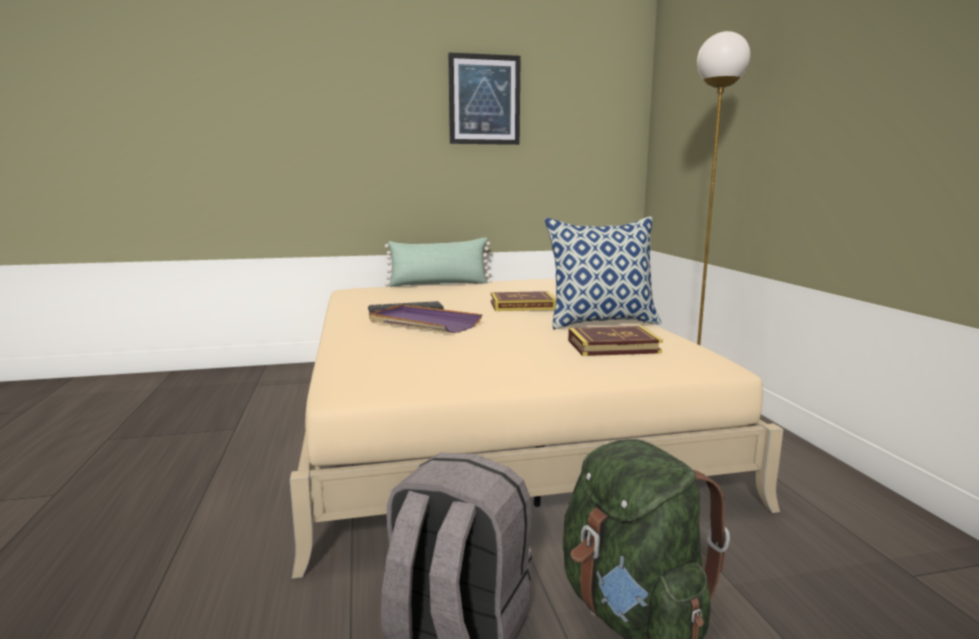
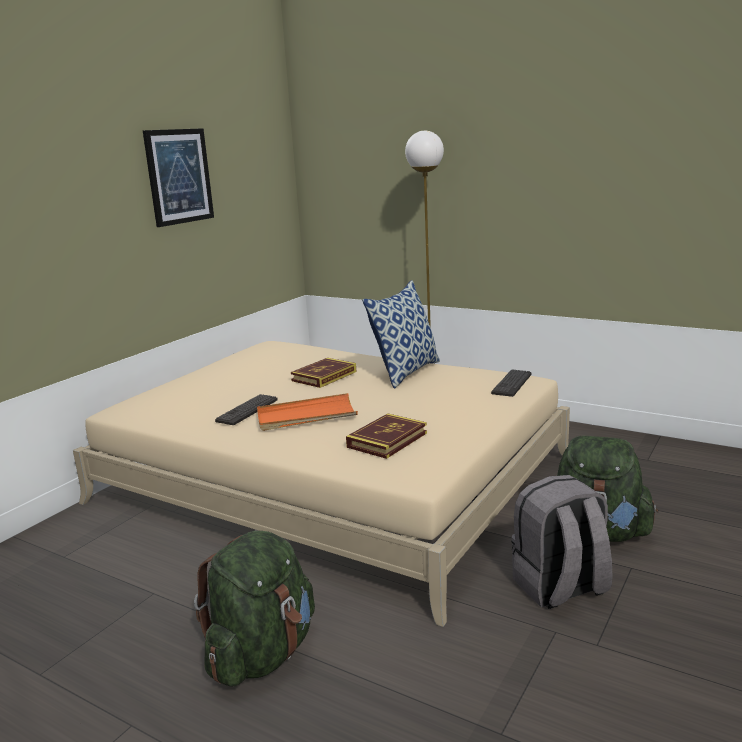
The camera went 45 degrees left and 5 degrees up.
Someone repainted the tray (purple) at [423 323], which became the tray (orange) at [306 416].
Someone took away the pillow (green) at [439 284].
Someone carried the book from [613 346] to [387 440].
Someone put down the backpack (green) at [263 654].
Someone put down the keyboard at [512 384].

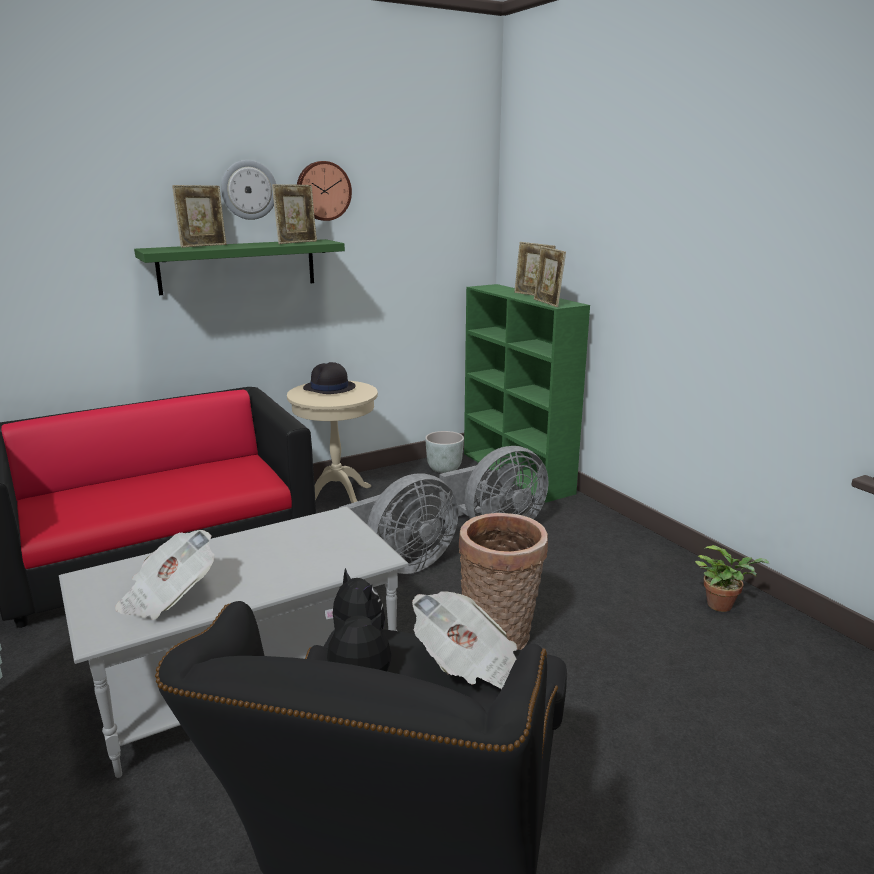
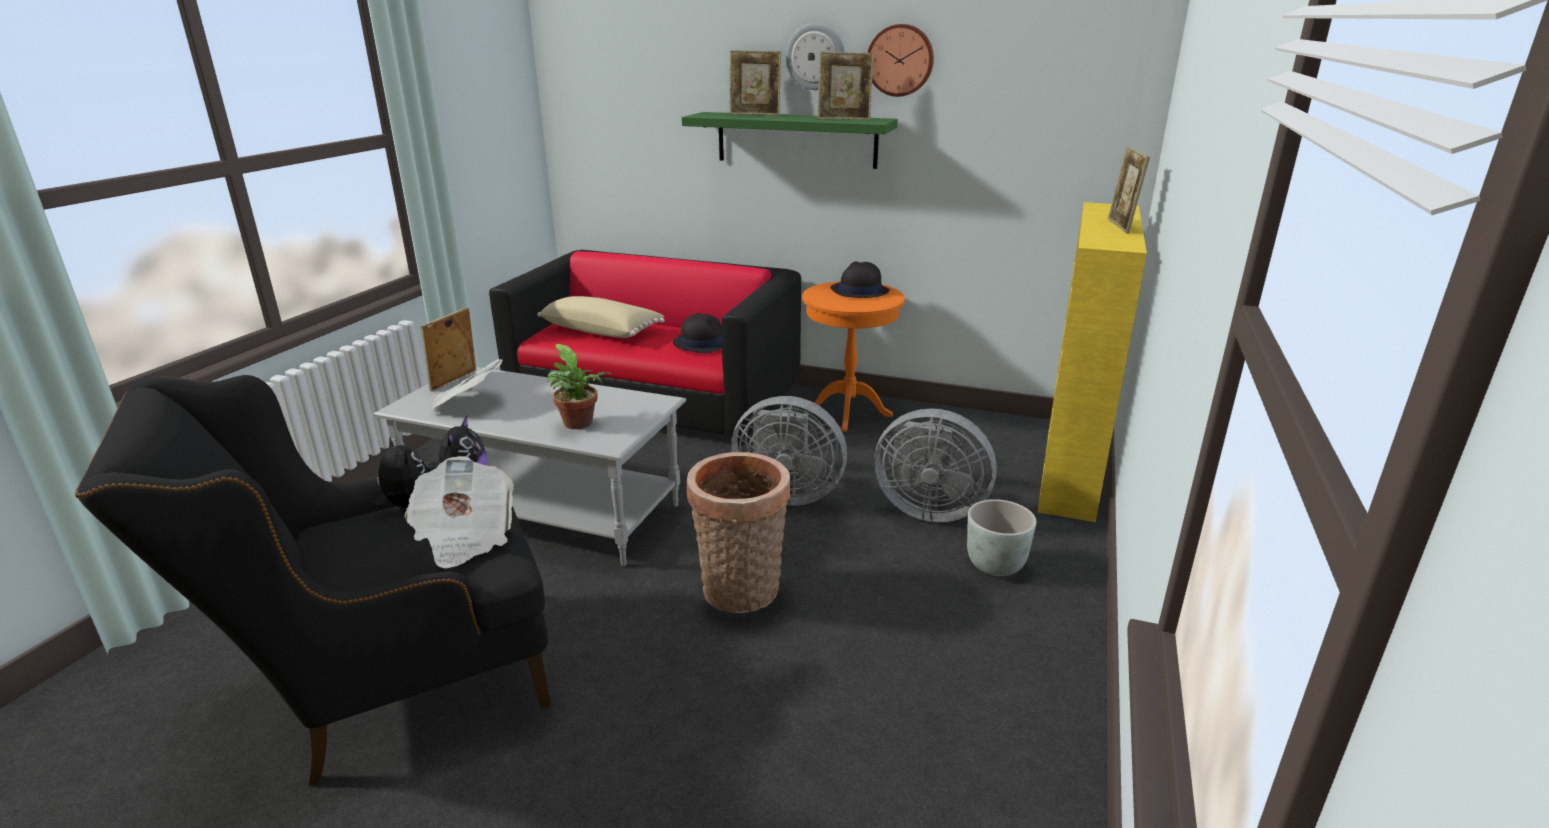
The camera went 50 degrees right and 5 degrees up.
Someone repainted the side table (beige) at [338 496], which became the side table (orange) at [848 412].
Someone carried the planter (grey) from [445 469] to [996 566].
Someone repainted the bookcase (green) at [517 473], which became the bookcase (yellow) at [1070 469].
Someone carried the picture frame from [547 303] to [455 381].
Someone carried the potted plant from [723 605] to [580 425].
Someone put down the pillow (beige) at [602 331].
Someone put down the hat (black) at [702 342].

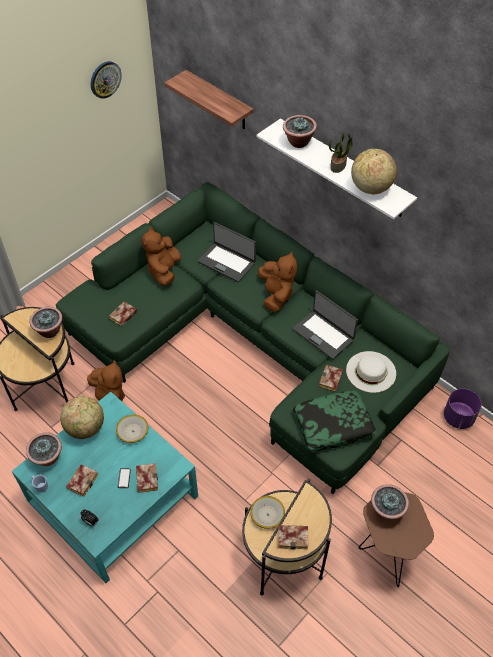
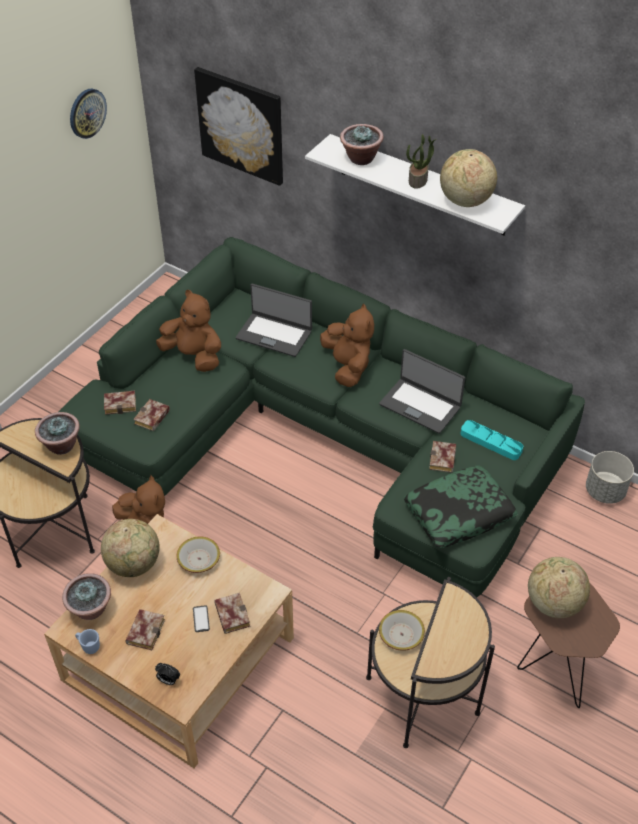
The camera went 10 degrees left and 5 degrees down.
Someone repainted the coffee table (turquoise) at [113 498], which became the coffee table (beige) at [179 658].
Someone rotated the plush toy (brown) at [164 271] by 120 degrees clockwise.
Someone swapped the shelf at [219 101] for the picture at [241 125].
Someone carried the book from [294 537] to [121 404].
Someone swapped the hat (white) at [371 371] for the tray (turquoise) at [491 442].
Someone swapped the potted plant at [386 510] for the globe at [553 603].
Someone repainted the planter (purple) at [458 417], which became the planter (grey) at [605 491].

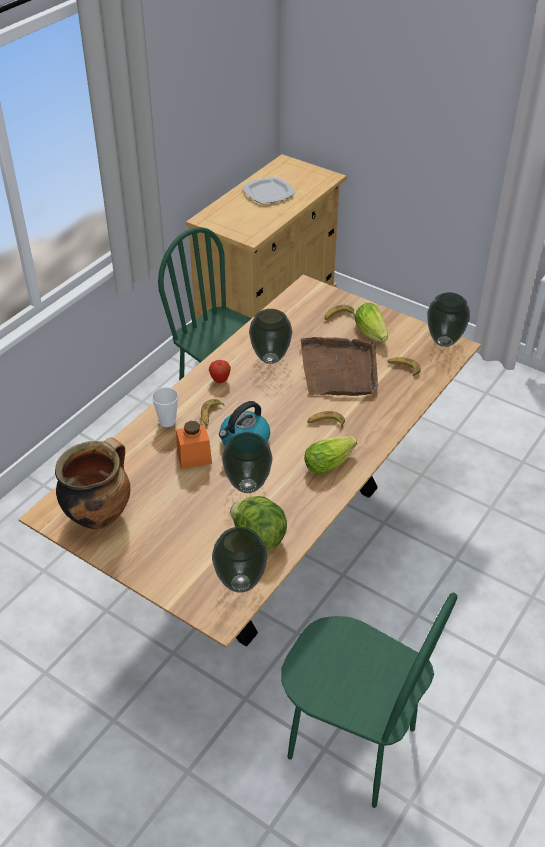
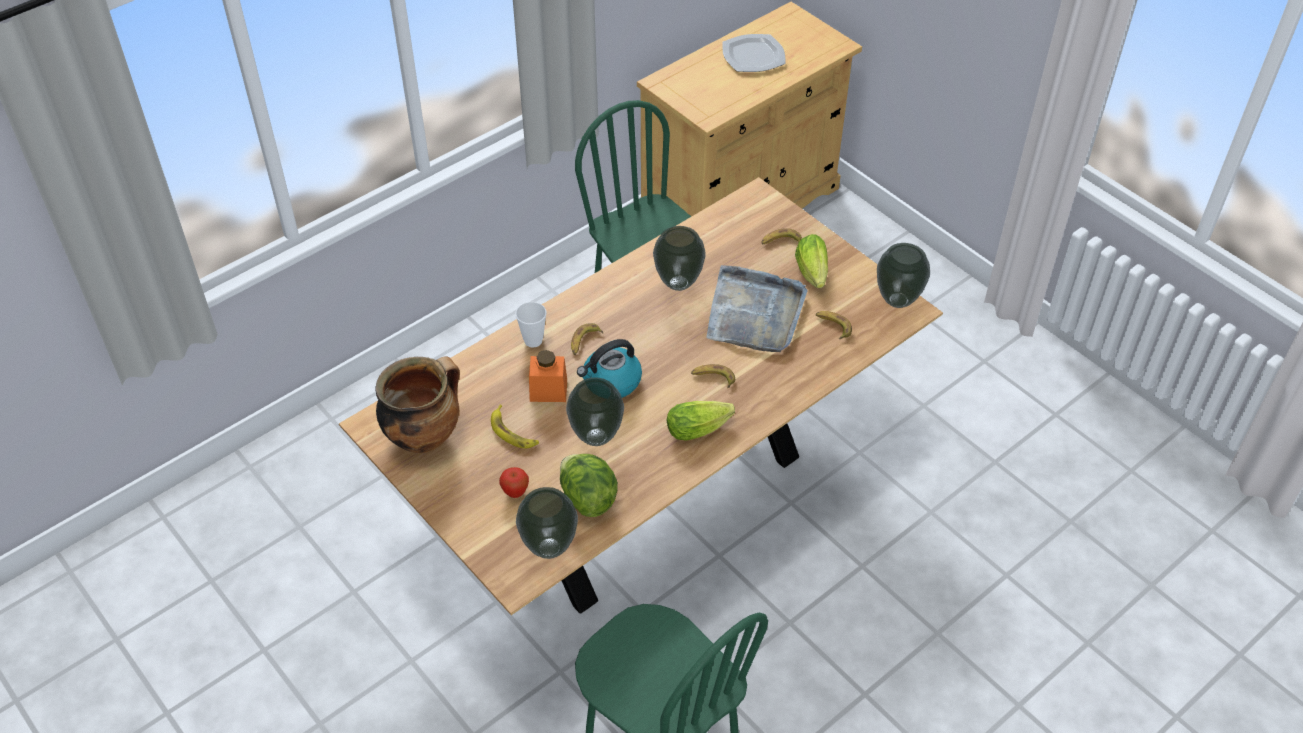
The camera went 15 degrees right and 5 degrees up.
Someone carried the apple from [220 380] to [515 492].
Someone repainted the tray (brown) at [339 369], which became the tray (grey) at [755 313].
Someone put down the banana at [513 432].

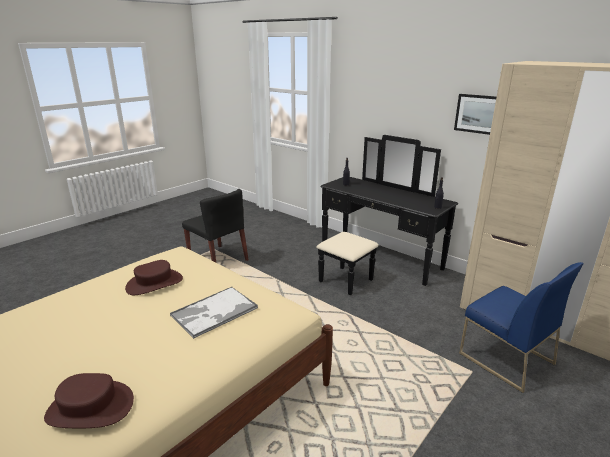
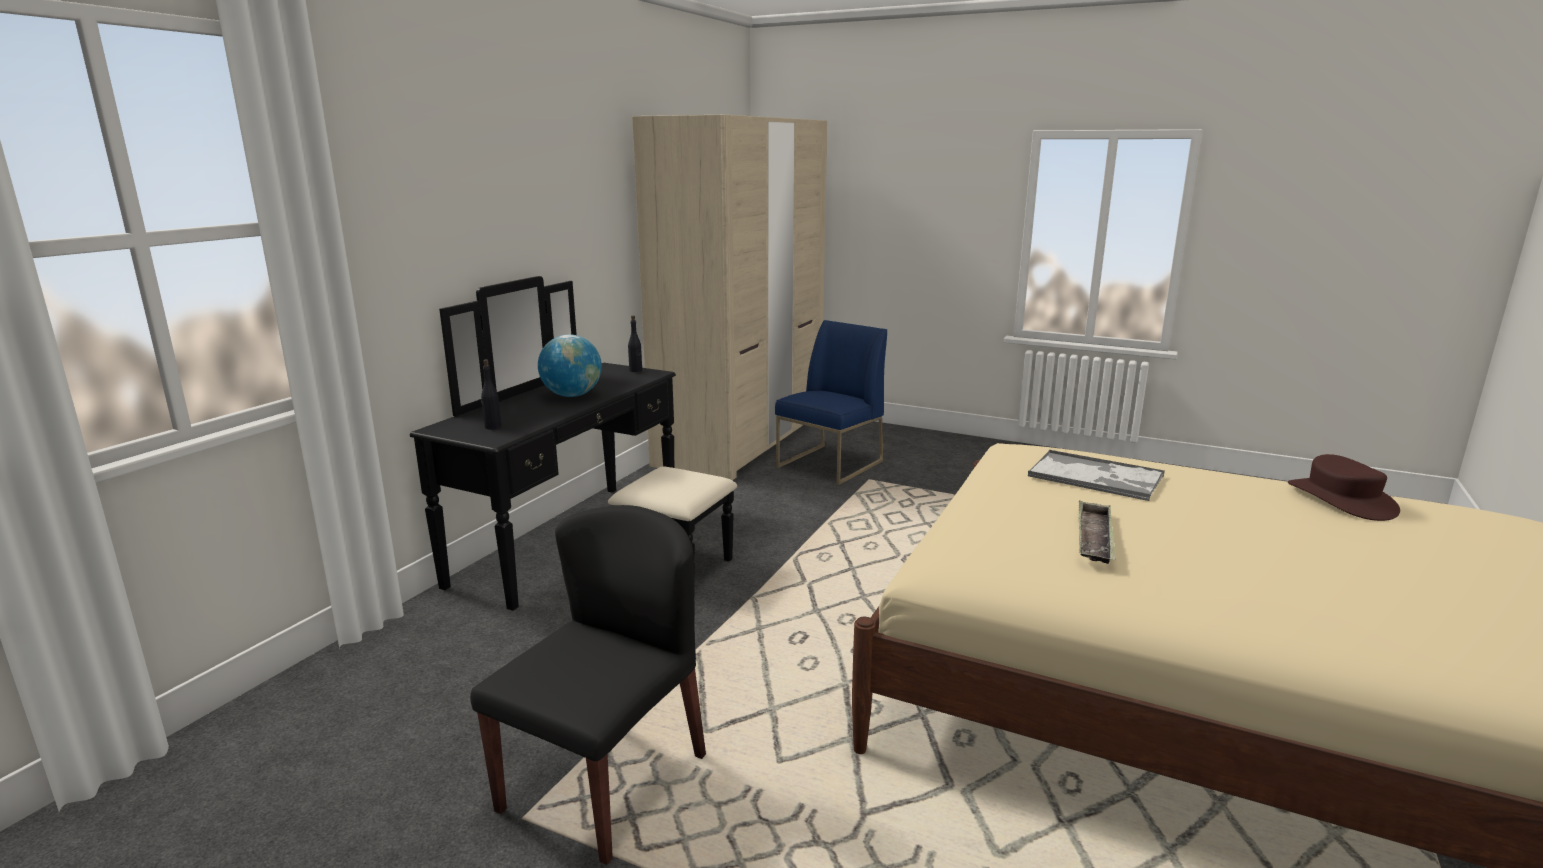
The camera went 105 degrees left and 5 degrees down.
Someone swapped the hat (brown) at [154 283] for the tray at [1094 538].
Someone took away the picture at [478 114].
Someone put down the globe at [572 395].

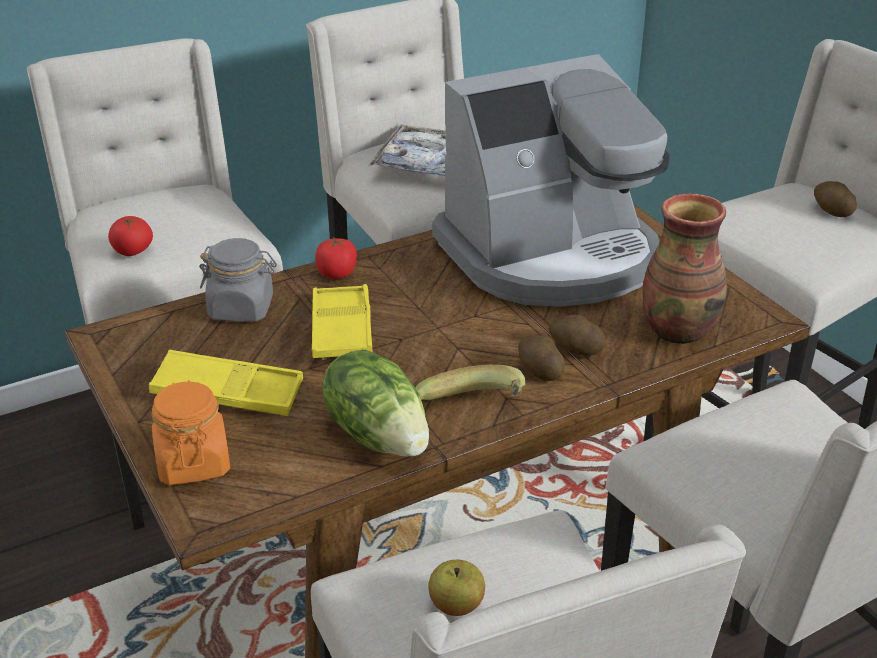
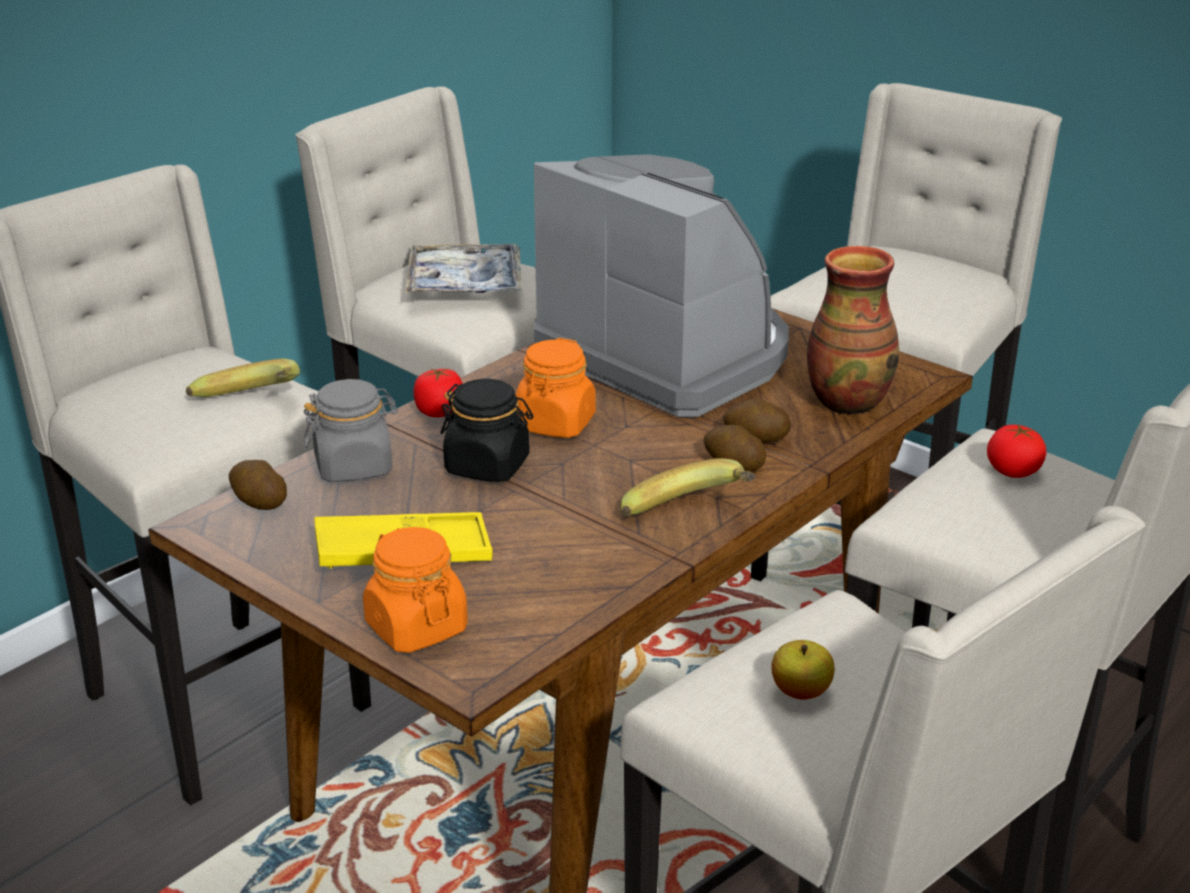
The camera went 20 degrees left and 5 degrees down.
Someone carried the tomato from [132 251] to [1013 471].
Someone swapped the tray (yellow) at [341 329] for the jar (black) at [488 466].
Someone took away the lettuce at [379 434].
Someone rotated the coffee machine at [552 256] by 90 degrees counterclockwise.
Someone carried the potato from [831 211] to [258 502].
Someone put down the banana at [249 406].
Someone put down the jar (orange) at [555 424].

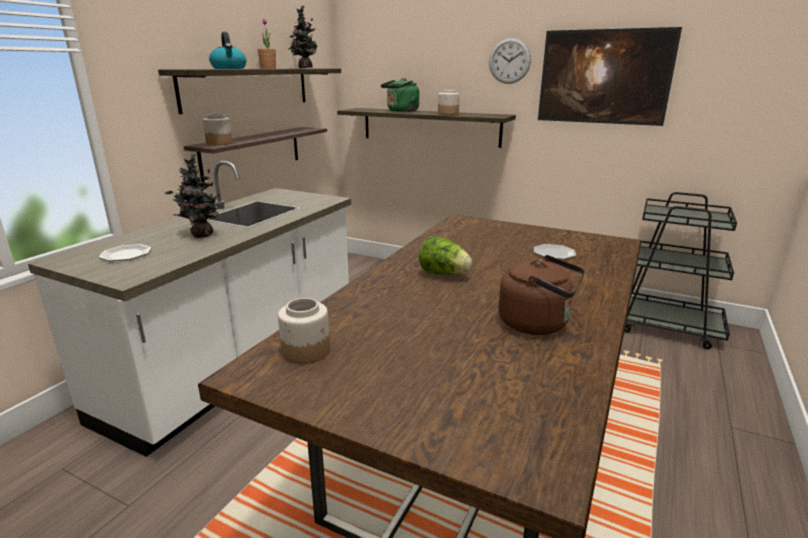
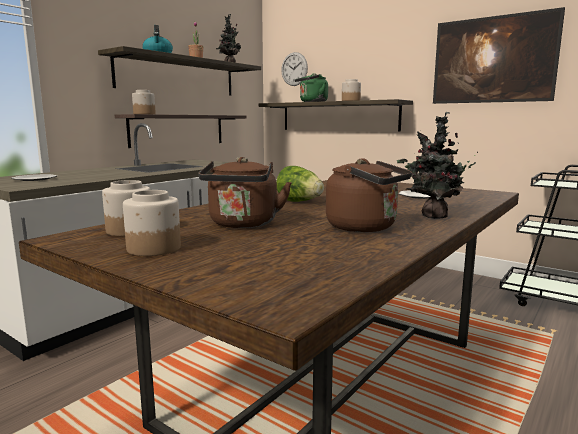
The camera went 10 degrees right and 10 degrees down.
Someone carried the potted plant from [200 235] to [432 216].
Someone carried the wall clock from [509 61] to [294 69].
Someone put down the jar at [153 249].
Someone put down the kettle (brown) at [243 224].

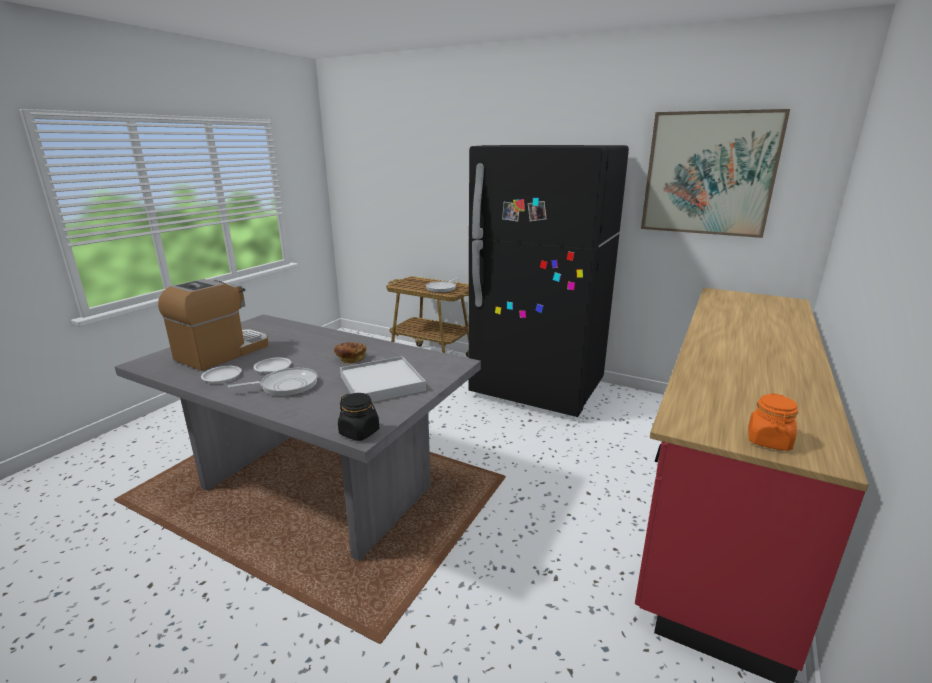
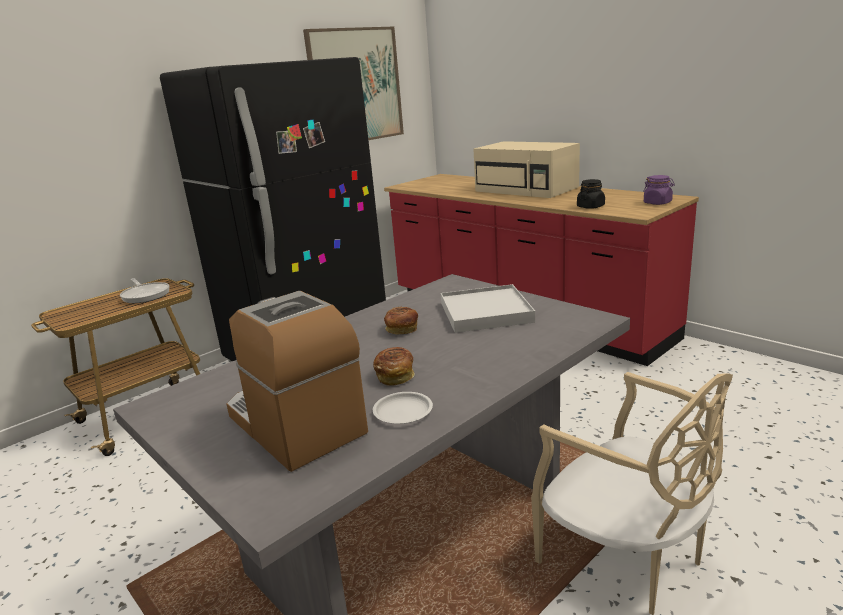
The camera went 70 degrees left and 0 degrees up.
Someone took away the frying pan at [286 386].
Someone swapped the plate (white) at [273 367] for the bread at [395 375].
Someone carried the jar (black) from [359 432] to [590 207].
Someone repainted the jar (orange) at [768 441], which became the jar (purple) at [657 203].
Someone put down the microwave (beige) at [527 189].
Someone put down the chair (beige) at [625 558].

